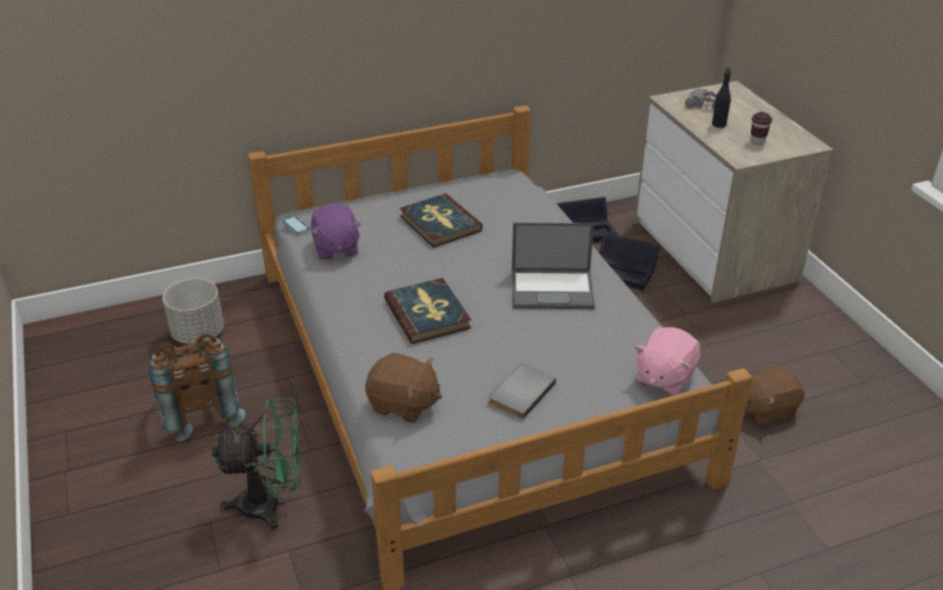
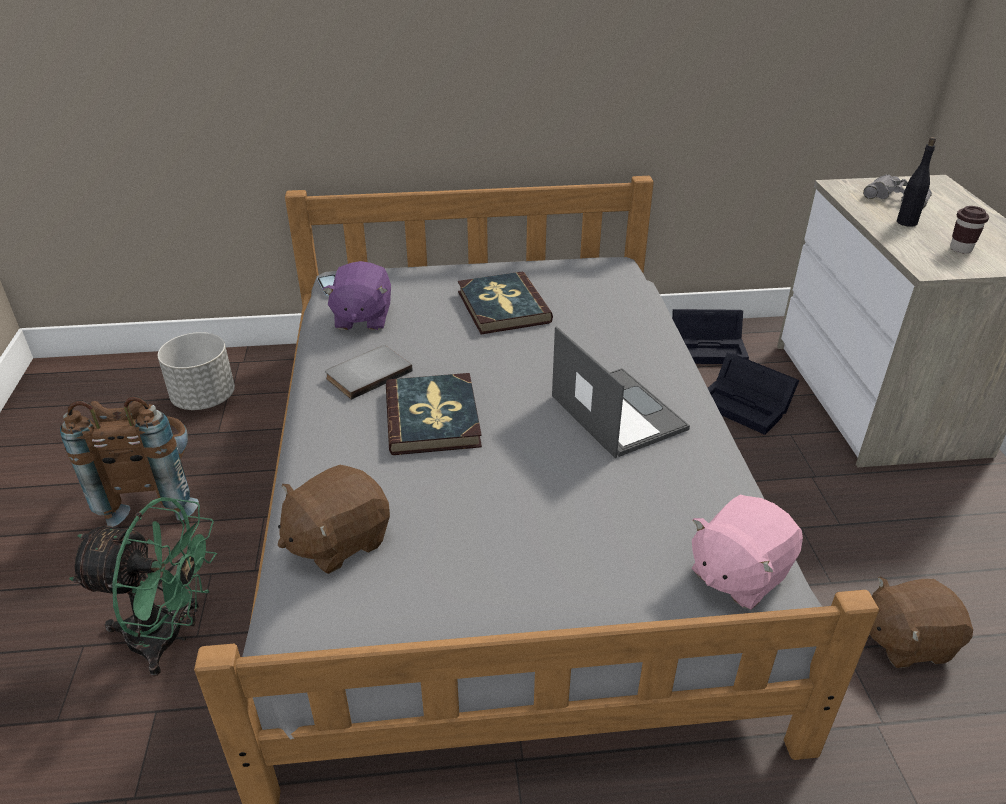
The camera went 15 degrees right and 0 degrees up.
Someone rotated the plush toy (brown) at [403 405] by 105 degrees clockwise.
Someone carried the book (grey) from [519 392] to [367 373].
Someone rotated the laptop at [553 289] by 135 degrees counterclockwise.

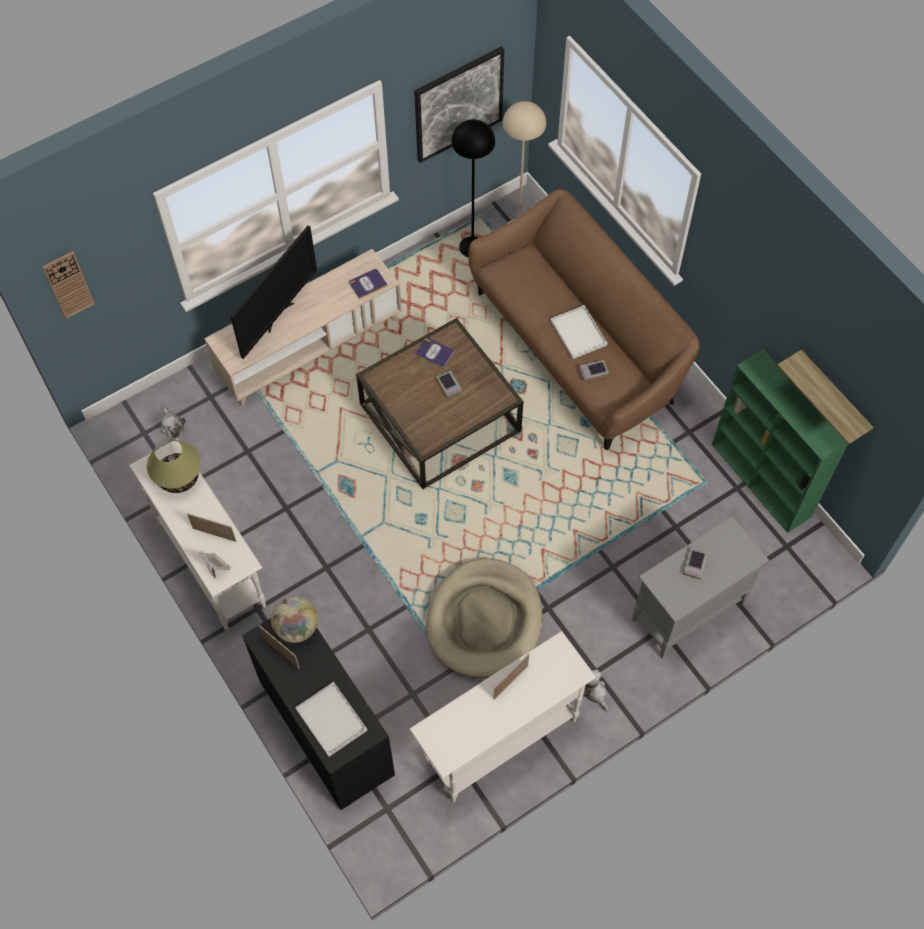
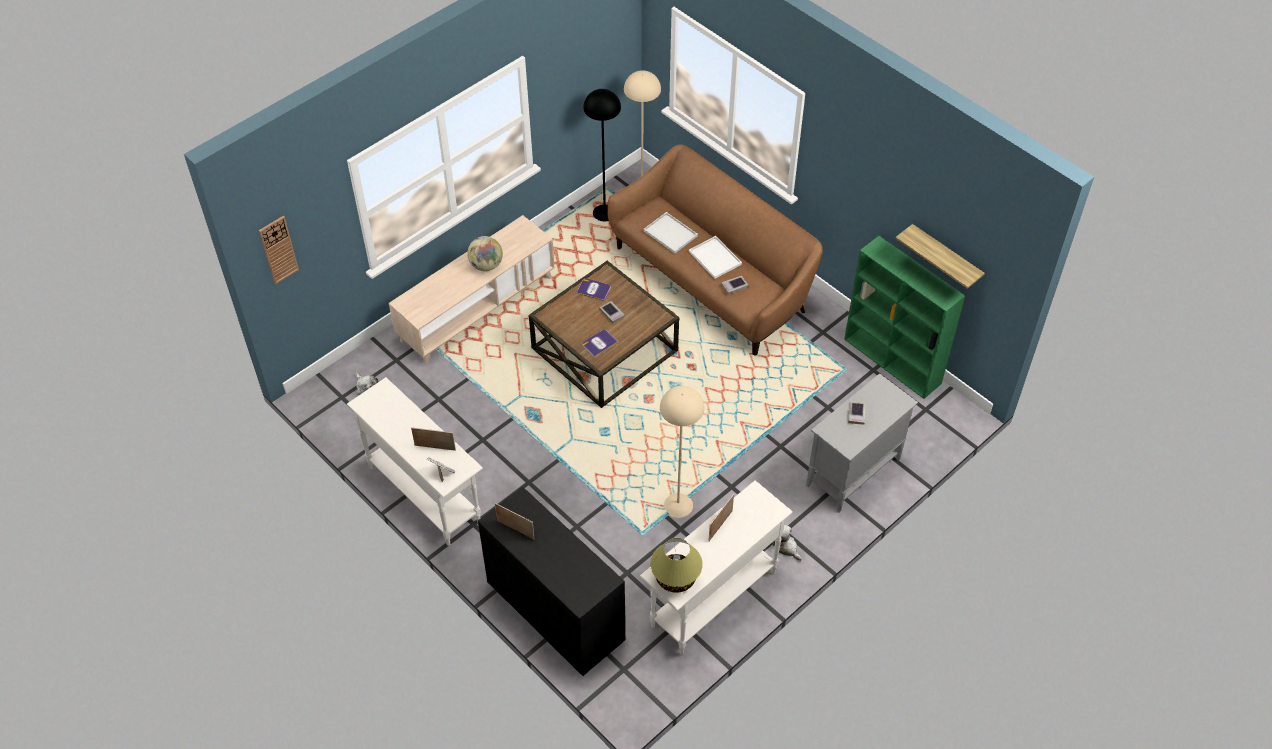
The camera went 10 degrees left and 10 degrees down.
Someone carried the table lamp from [178 477] to [675 578].
Someone took away the television at [278 315].
Someone carried the globe from [296 627] to [486 265].
Someone carried the tray (white) from [332 720] to [671 233].
Someone carried the book from [368 284] to [599 343].
Someone took away the picture at [458 104].
Someone swapped the dog bed (beige) at [484 620] for the floor lamp (beige) at [678 504].

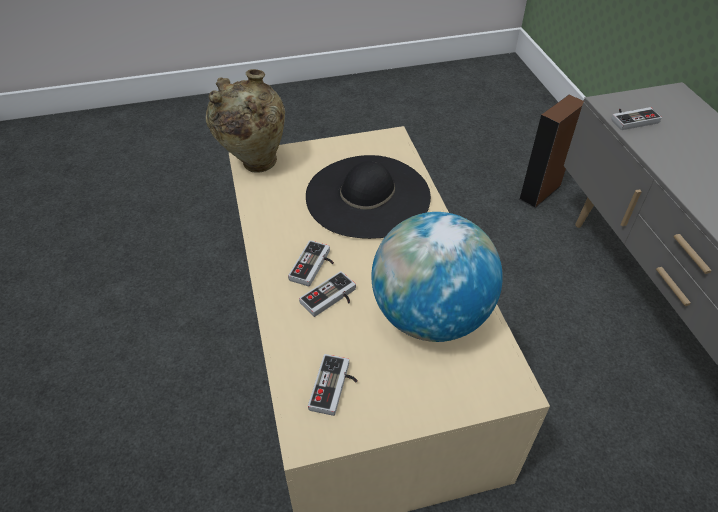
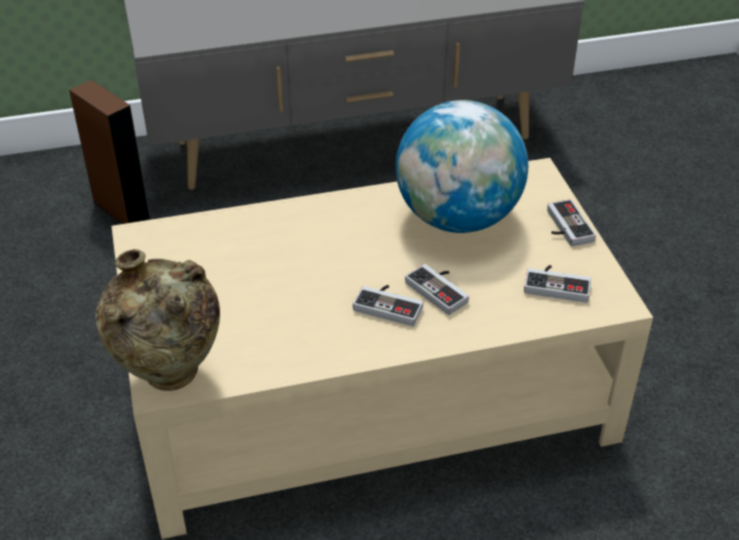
The camera went 90 degrees left and 5 degrees down.
Someone took away the hat (black) at [368 196].
Someone carried the game controller from [632 119] to [564 227].

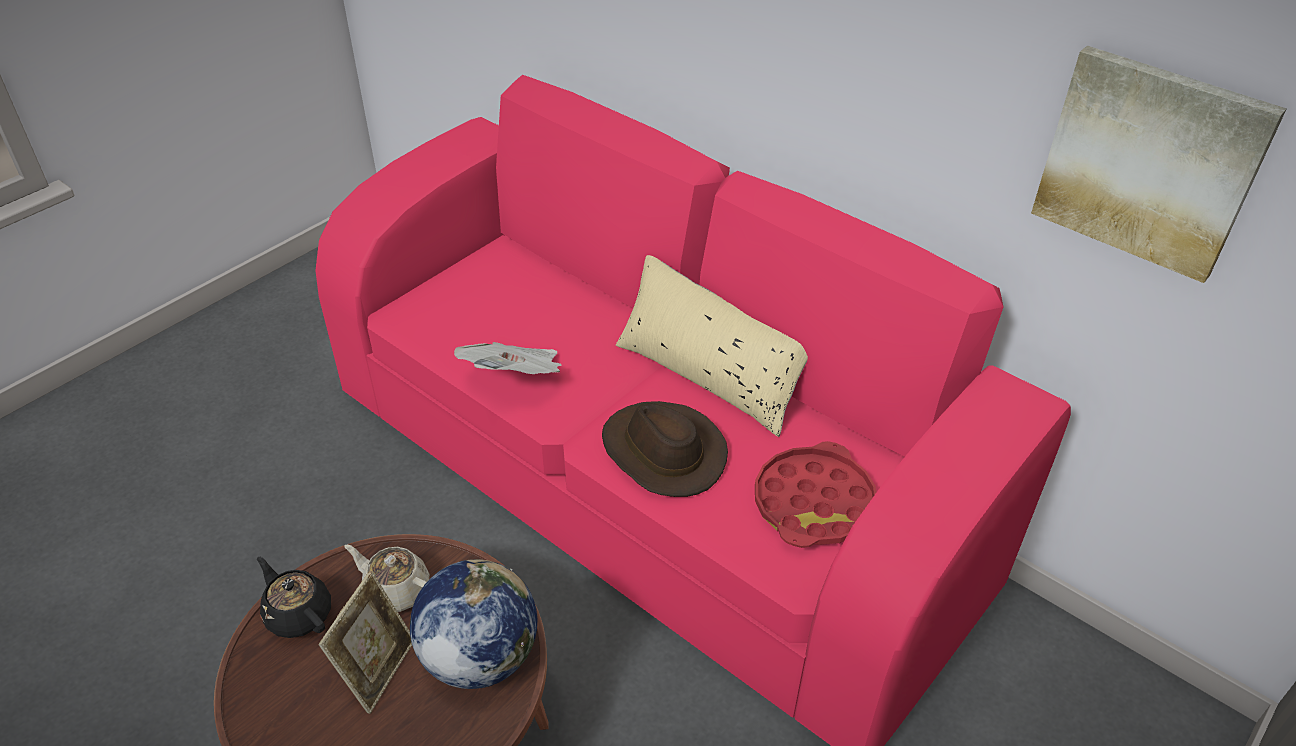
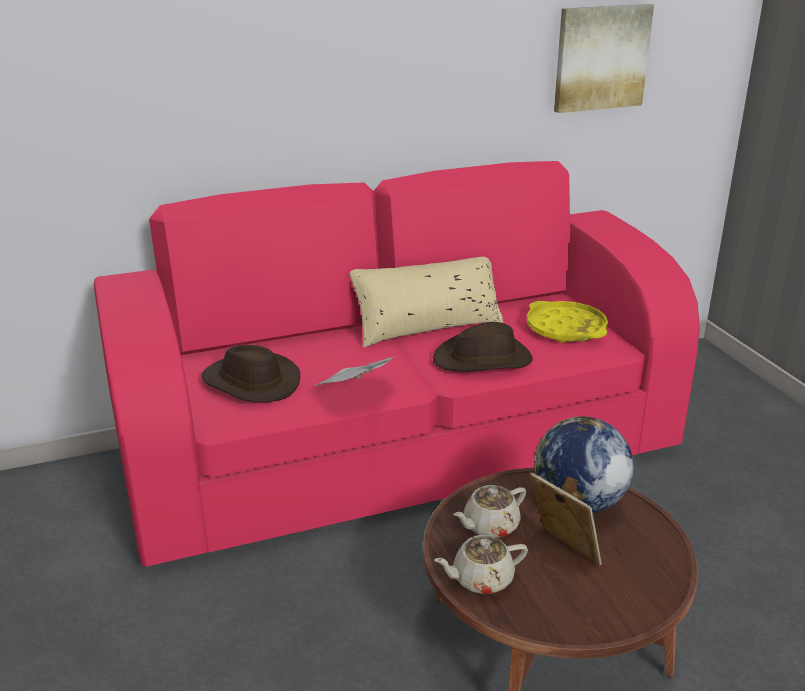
The camera went 60 degrees left and 15 degrees down.
Someone repainted the teapot (black) at [298 614], which became the teapot (beige) at [481 579].
Someone repainted the tray (red) at [814 503], which became the tray (yellow) at [566 329].
Someone put down the hat (brown) at [250 382].

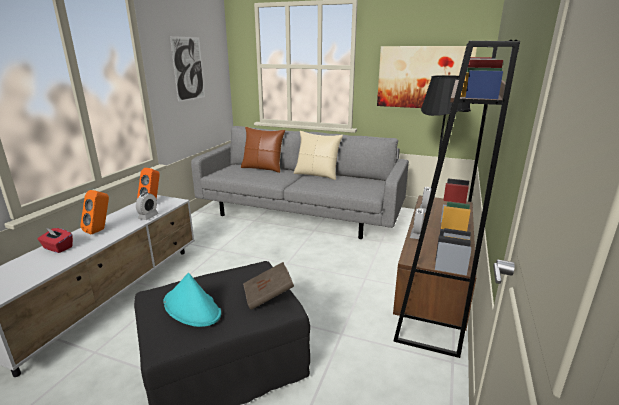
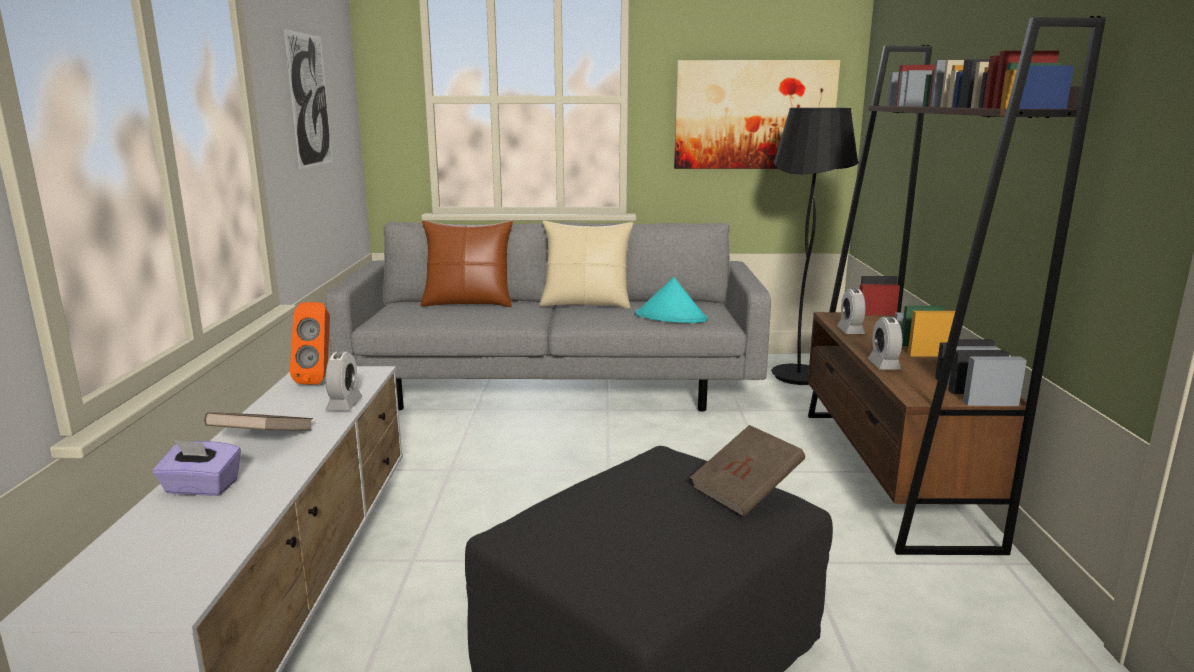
The camera went 20 degrees left and 5 degrees down.
Someone repainted the tissue box (red) at [57 248], which became the tissue box (purple) at [201 488].
Someone swapped the speaker (orange) at [100 230] for the book (brown) at [263 442].
Someone carried the hat (turquoise) from [192 308] to [671 317].

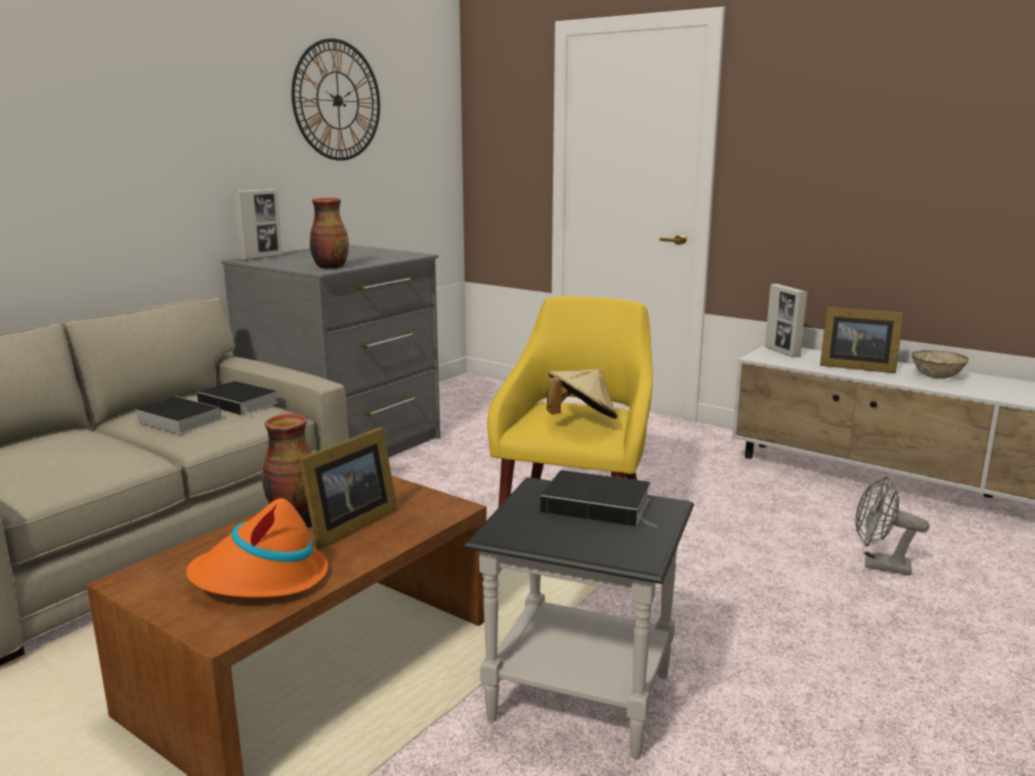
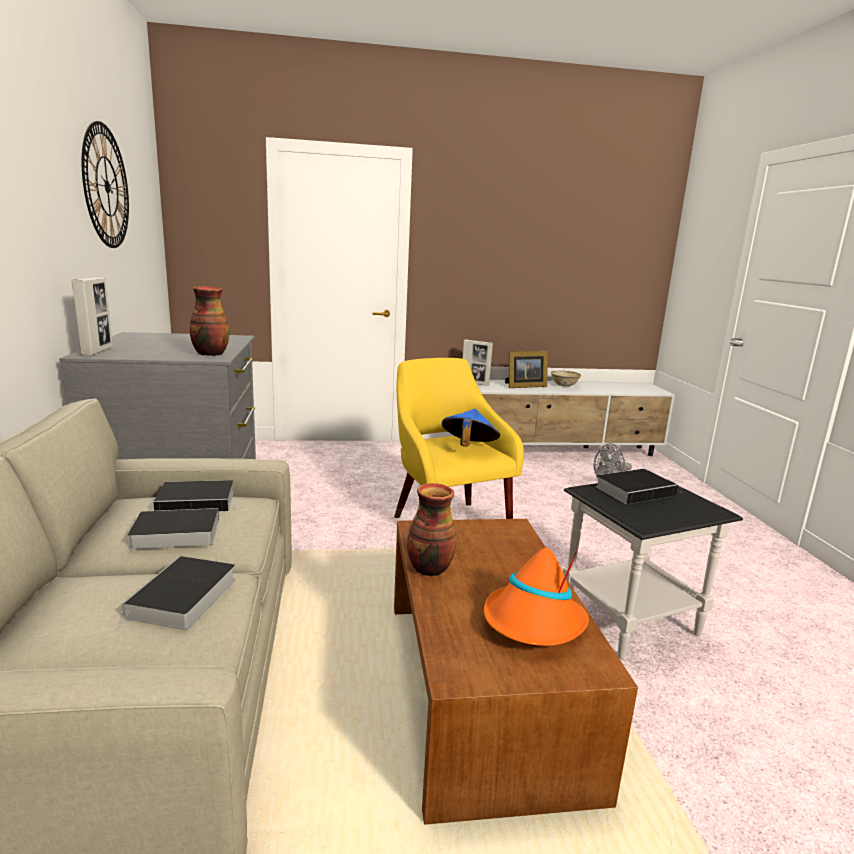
The camera went 45 degrees left and 0 degrees up.
Someone took away the picture frame at [346 526].
Someone repainted the hat (beige) at [581 420], which became the hat (blue) at [468 447].
Someone put down the book at [182 599].

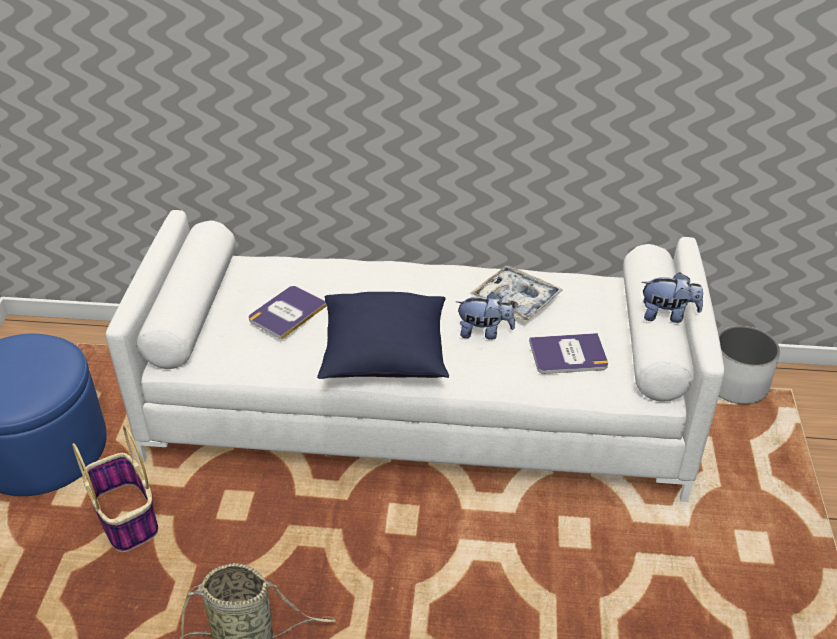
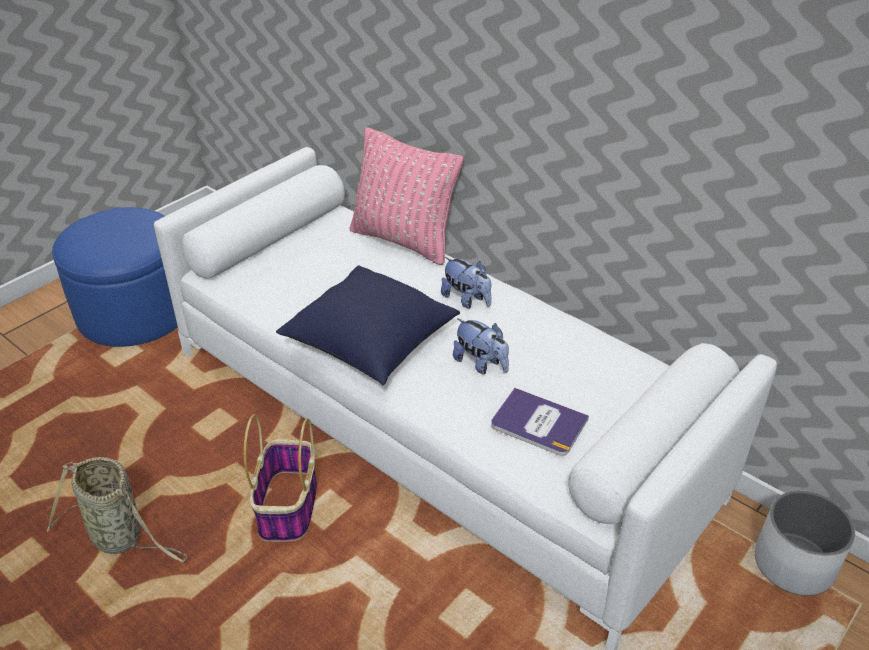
The camera went 35 degrees right and 0 degrees up.
Someone carried the basket from [127 519] to [288 508].
Someone took away the book at [287 312].
Someone took away the tray at [516 299].
Someone carried the plush toy from [667 315] to [466 300].
Someone put down the pillow (pink) at [404 240].

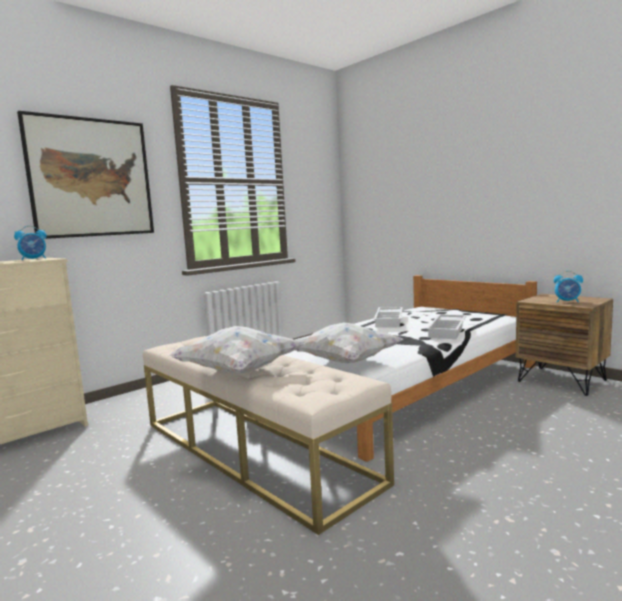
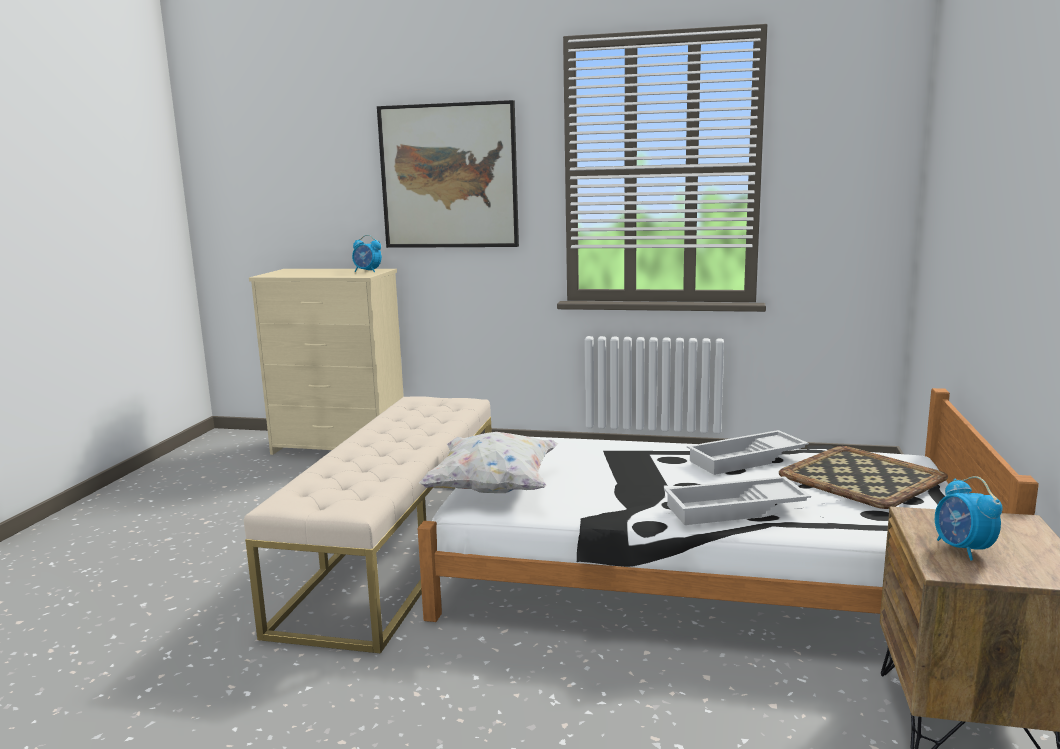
The camera went 55 degrees right and 5 degrees up.
Someone took away the pillow (white) at [238 371].
Someone put down the tray at [860 477].

